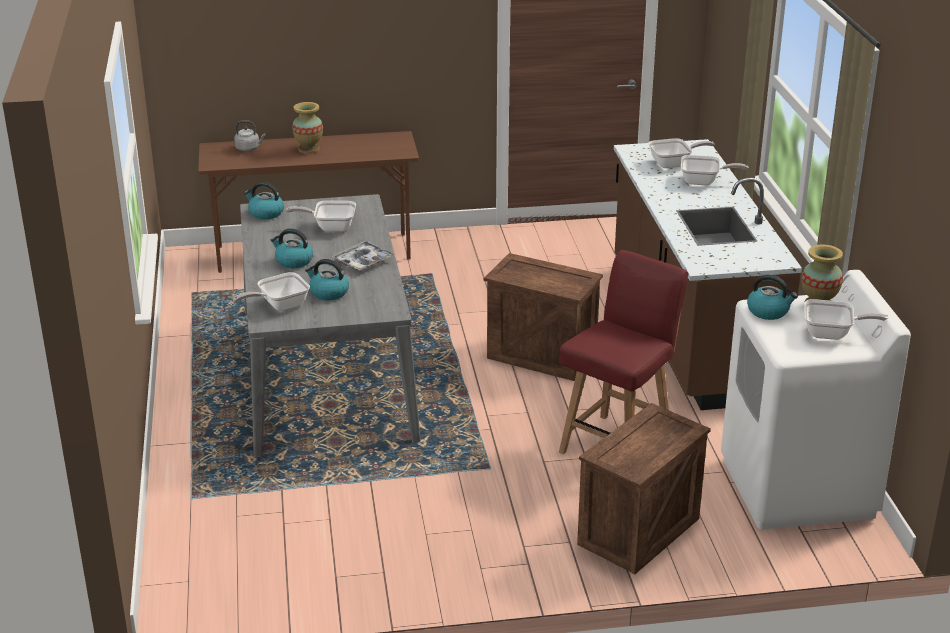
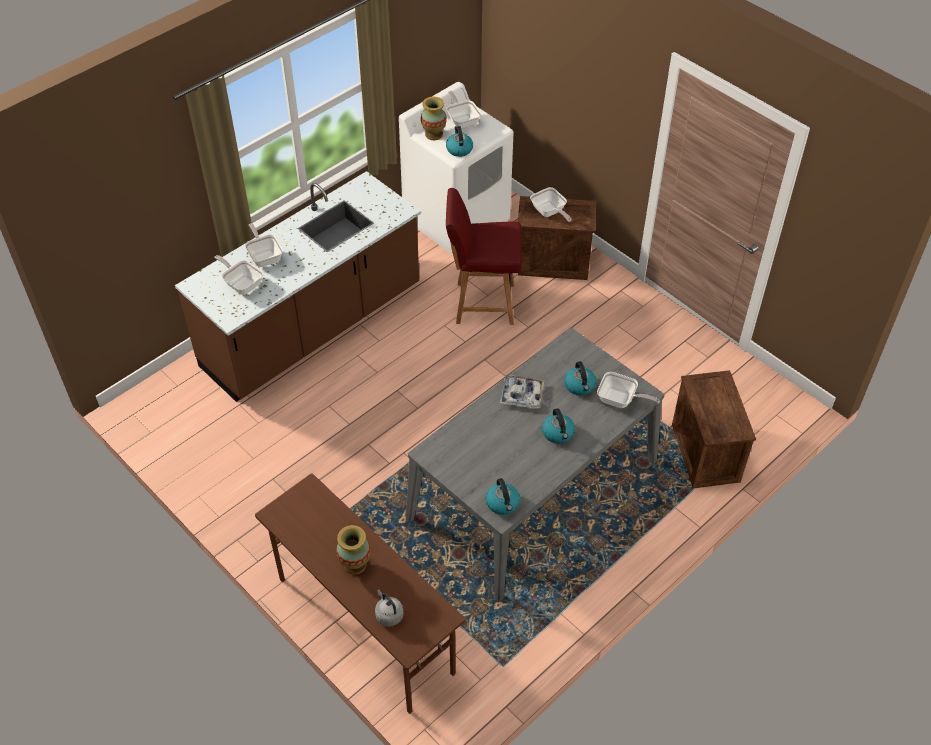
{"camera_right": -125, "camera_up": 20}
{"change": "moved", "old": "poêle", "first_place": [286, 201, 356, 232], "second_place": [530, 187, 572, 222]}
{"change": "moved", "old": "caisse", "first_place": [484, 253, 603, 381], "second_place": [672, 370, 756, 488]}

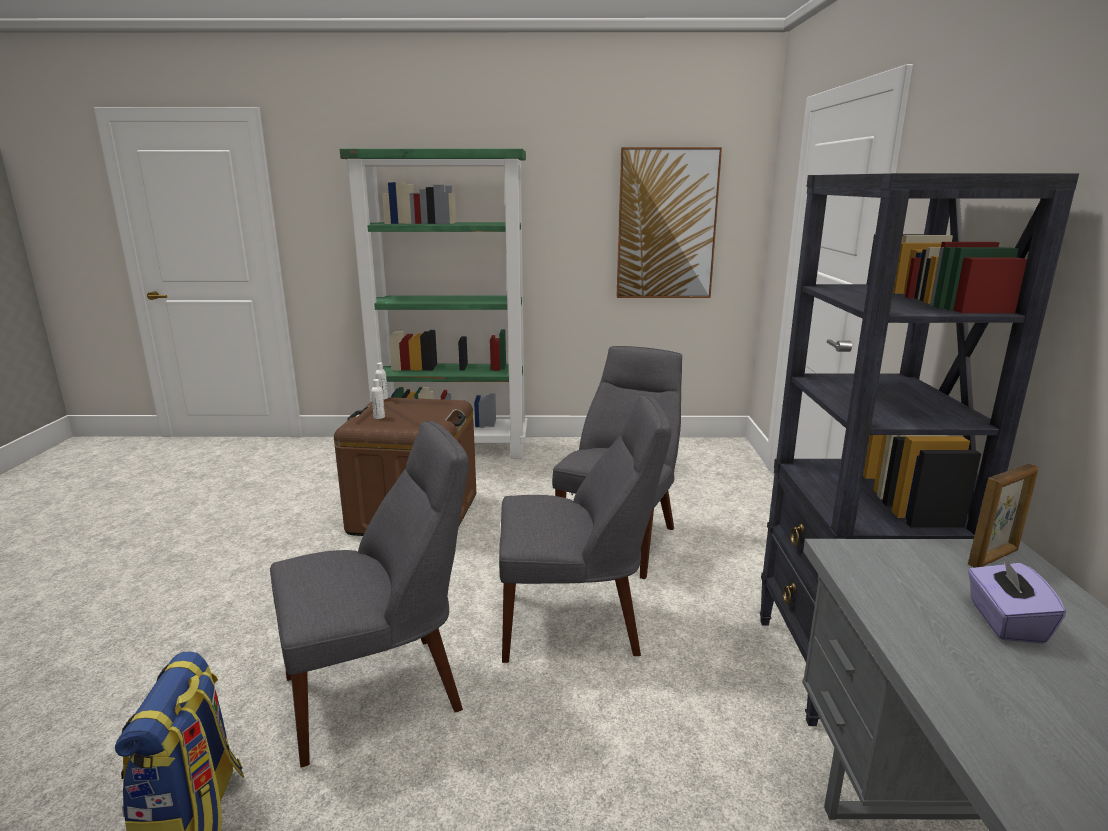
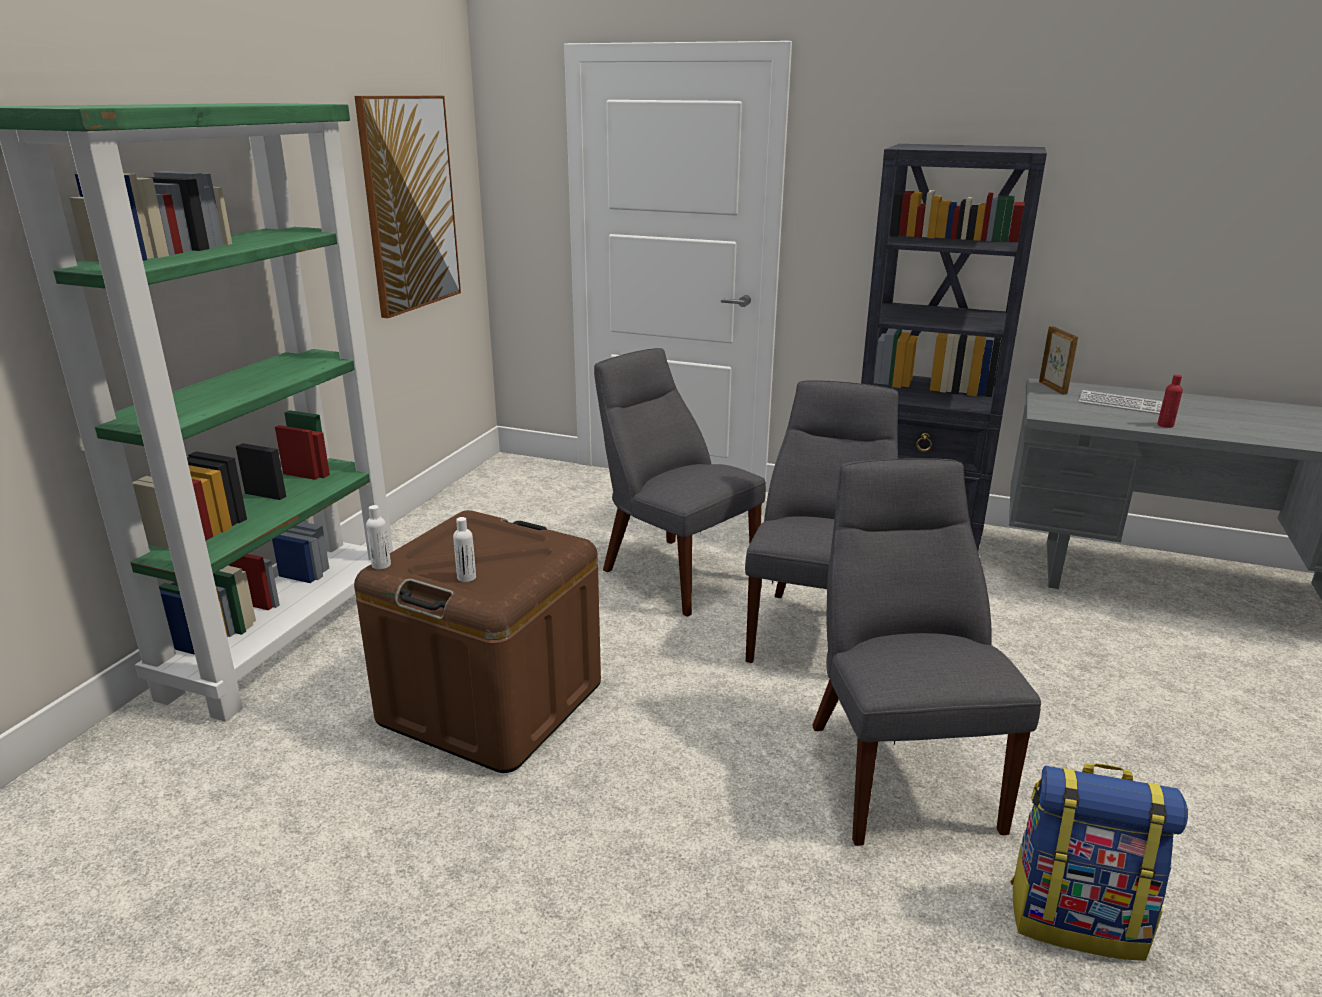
{"camera_right": -70, "camera_up": 5}
{"change": "replaced", "old": "boîte à mouchoirs/violet", "new": "clavier", "first_place": [968, 555, 1066, 644], "second_place": [1079, 390, 1163, 414]}
{"change": "added", "new": "bouteille/rouge", "second_place": [1157, 374, 1183, 428]}

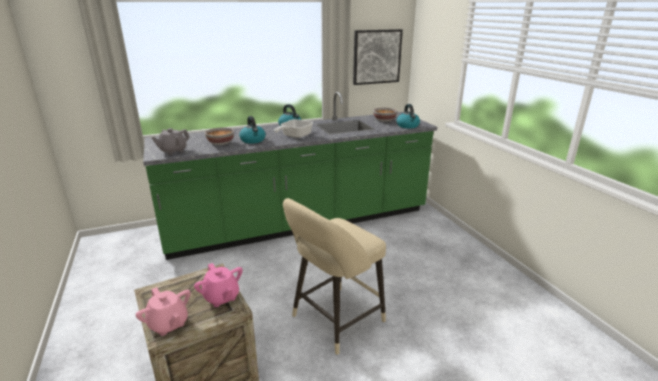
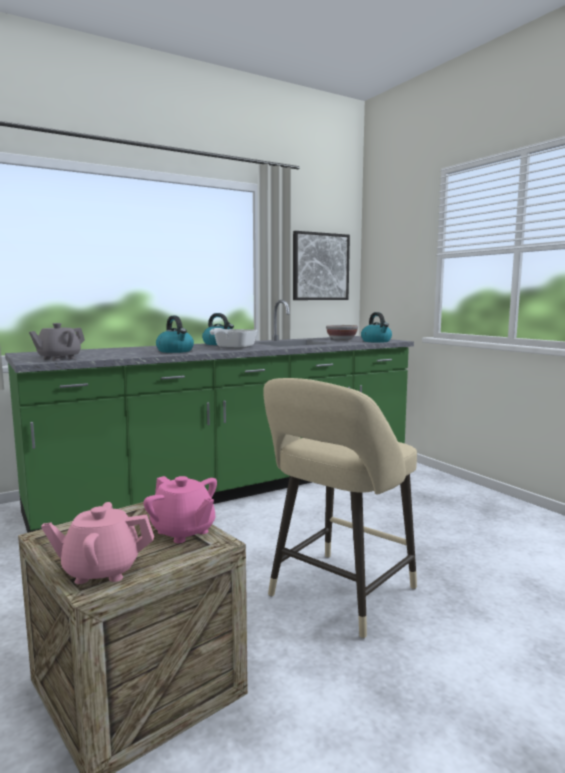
{"camera_right": -10, "camera_up": -15}
{"change": "turned", "old": "théière/rose", "first_place": [136, 287, 191, 336], "second_place": [41, 502, 154, 584], "degrees": 135}
{"change": "removed", "old": "bol", "first_place": [205, 128, 234, 145]}

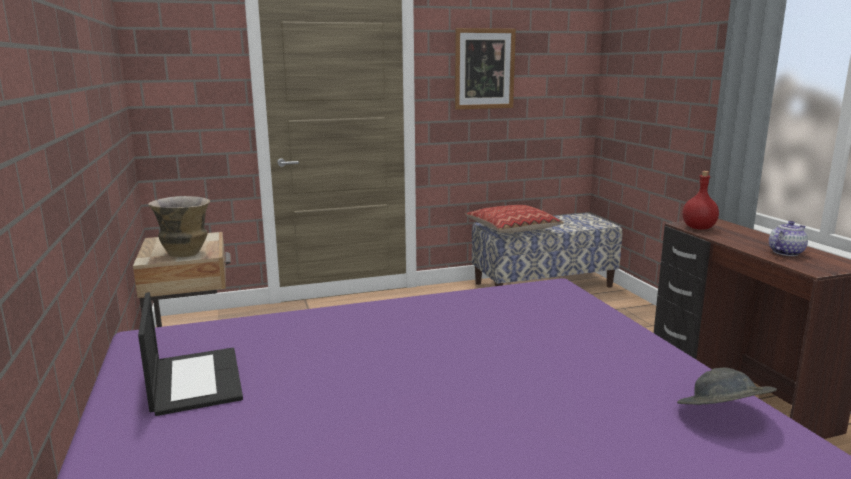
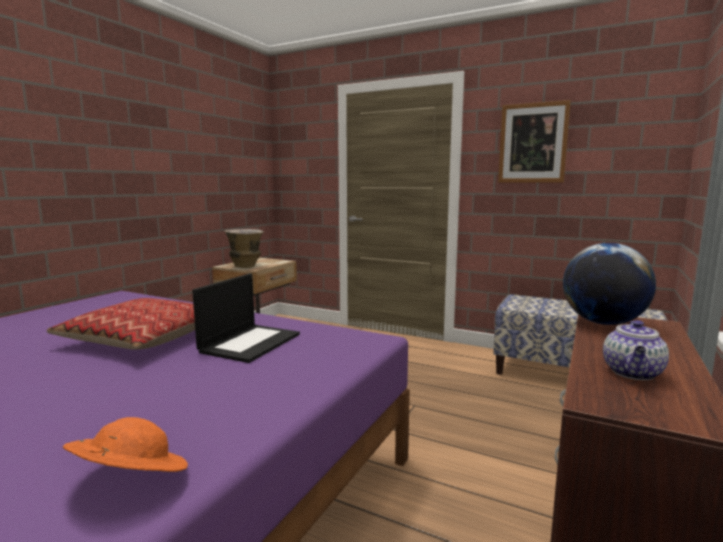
{"camera_right": 45, "camera_up": -5}
{"change": "moved", "old": "ordinateur portable", "first_place": [138, 292, 243, 416], "second_place": [192, 273, 300, 363]}
{"change": "moved", "old": "coussin", "first_place": [465, 205, 564, 233], "second_place": [47, 298, 195, 350]}
{"change": "recoloured", "old": "chapeau/gris", "new": "chapeau/orange", "first_place": [677, 368, 777, 405], "second_place": [63, 417, 188, 472]}
{"change": "replaced", "old": "bouteille/rouge", "new": "globe", "first_place": [683, 171, 719, 230], "second_place": [563, 243, 656, 325]}
{"change": "turned", "old": "théière", "first_place": [769, 221, 808, 256], "second_place": [603, 320, 669, 380], "degrees": 105}

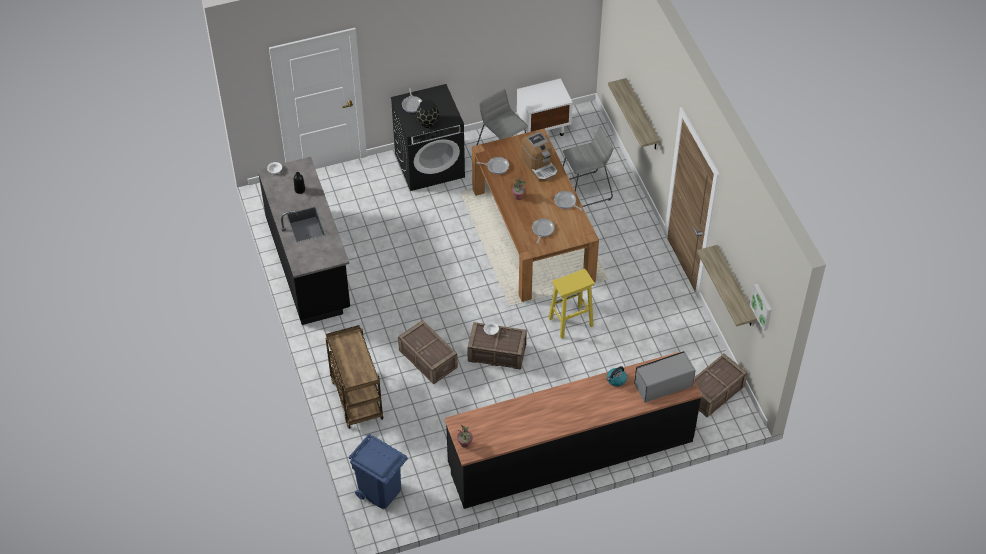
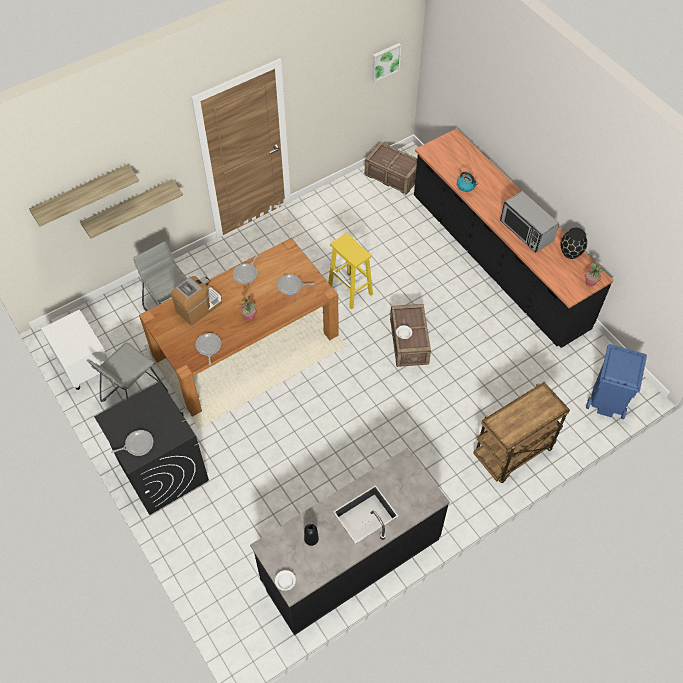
{"camera_right": -105, "camera_up": 5}
{"change": "removed", "old": "caisse", "first_place": [398, 320, 458, 385]}
{"change": "moved", "old": "vase/noir", "first_place": [416, 100, 439, 128], "second_place": [560, 227, 587, 259]}
{"change": "moved", "old": "micro-ondes", "first_place": [634, 351, 696, 403], "second_place": [500, 191, 559, 253]}
{"change": "moved", "old": "étagère", "first_place": [697, 245, 757, 327], "second_place": [29, 164, 139, 226]}

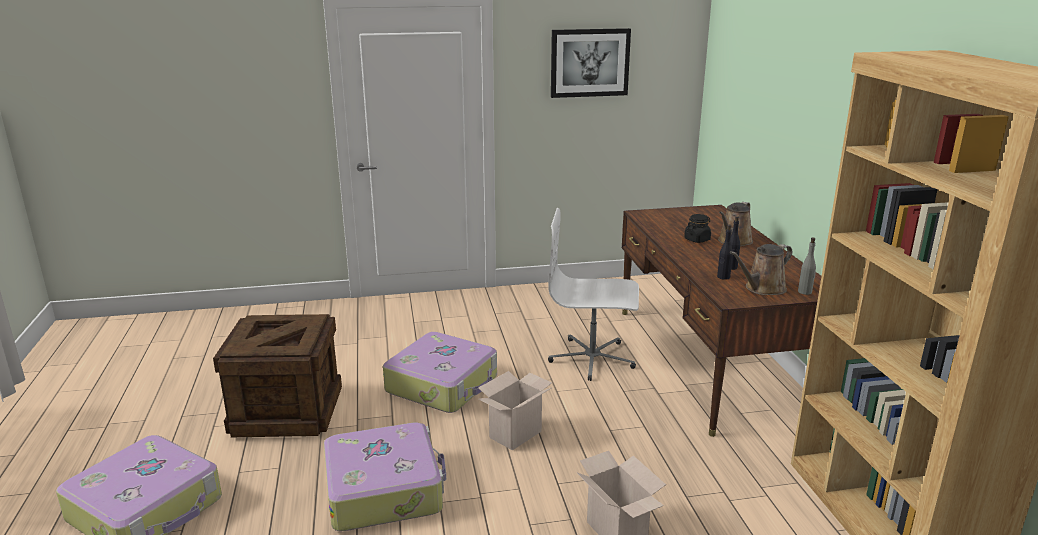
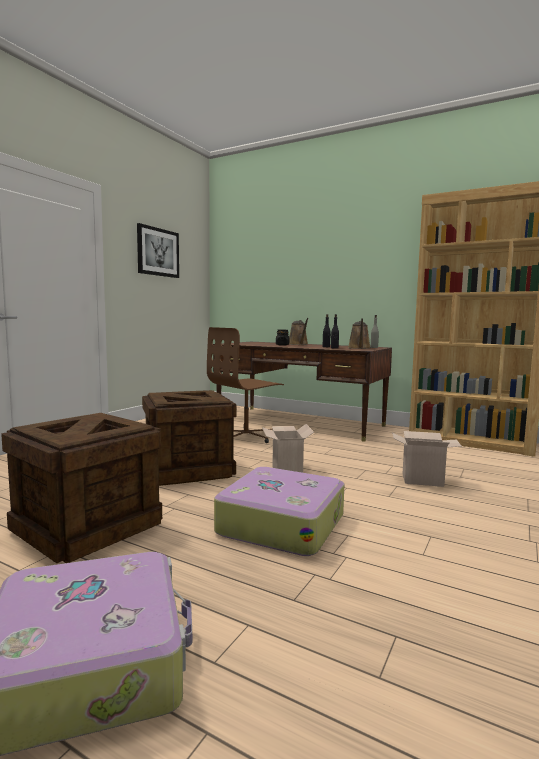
{"camera_right": -50, "camera_up": -15}
{"change": "replaced", "old": "valise", "new": "caisse", "first_place": [383, 332, 497, 413], "second_place": [142, 390, 237, 486]}
{"change": "recoloured", "old": "chaise de bureau/blanc", "new": "chaise de bureau/marron", "first_place": [548, 208, 639, 381], "second_place": [207, 327, 284, 443]}

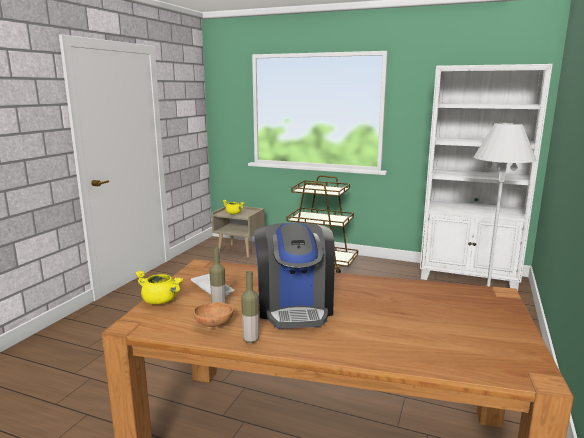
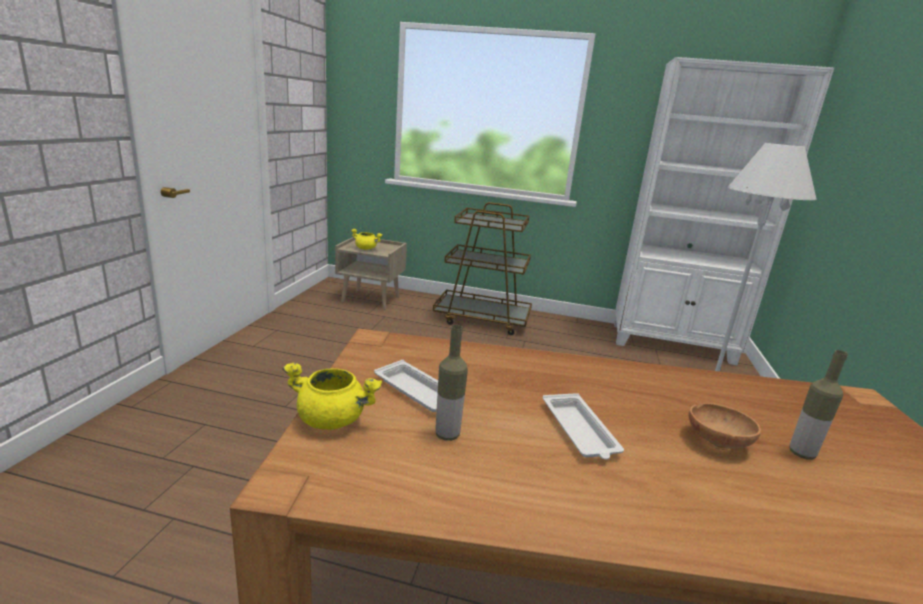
{"camera_right": -10, "camera_up": 5}
{"change": "moved", "old": "bol/marron", "first_place": [193, 302, 233, 329], "second_place": [688, 403, 761, 450]}
{"change": "moved", "old": "bouteille", "first_place": [241, 271, 259, 343], "second_place": [790, 350, 848, 460]}
{"change": "replaced", "old": "machine à café", "new": "plateau/blanc", "first_place": [254, 222, 335, 328], "second_place": [543, 393, 624, 460]}

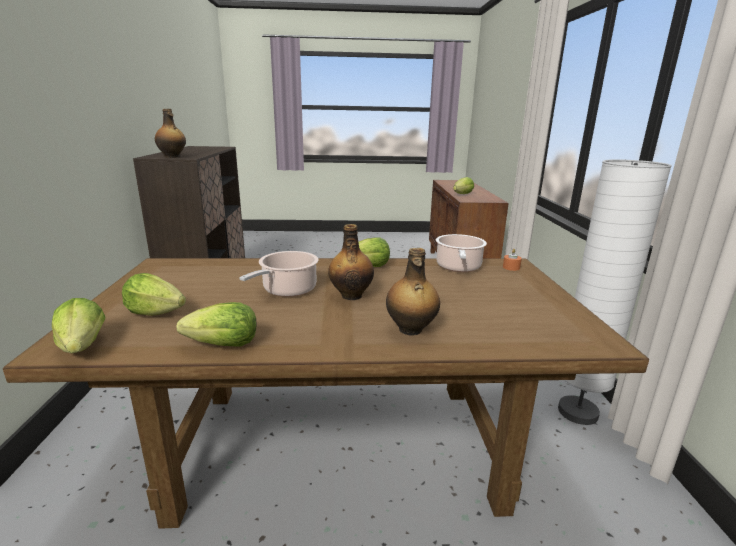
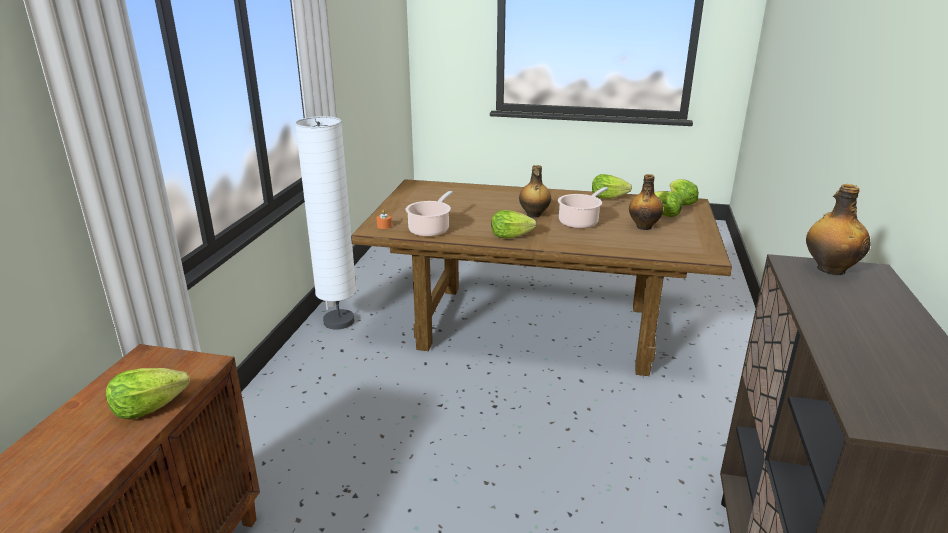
{"camera_right": -165, "camera_up": 5}
{"change": "moved", "old": "bouteille", "first_place": [386, 248, 440, 336], "second_place": [629, 174, 663, 230]}

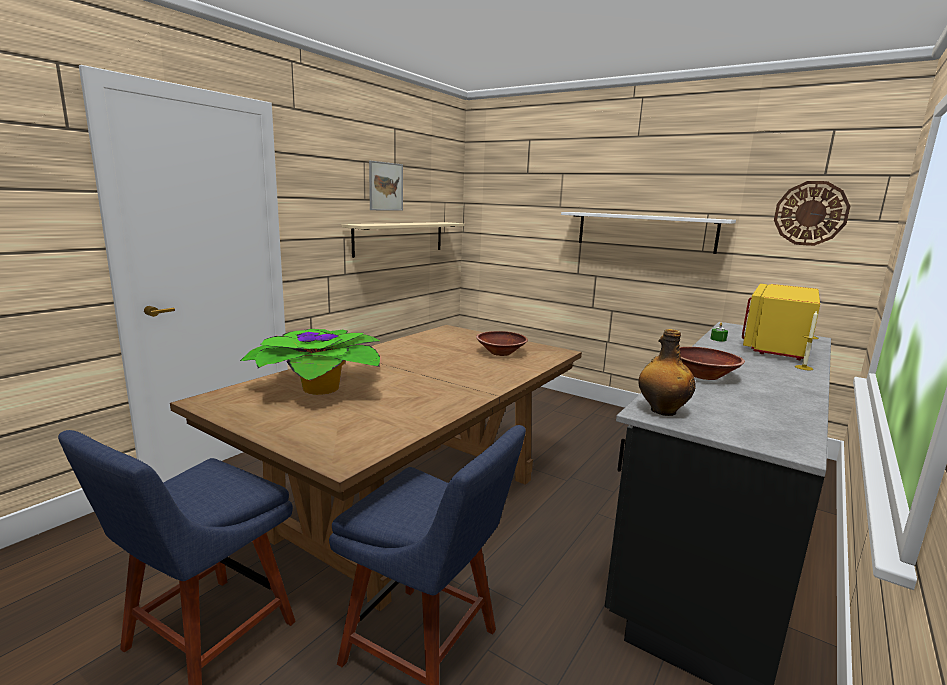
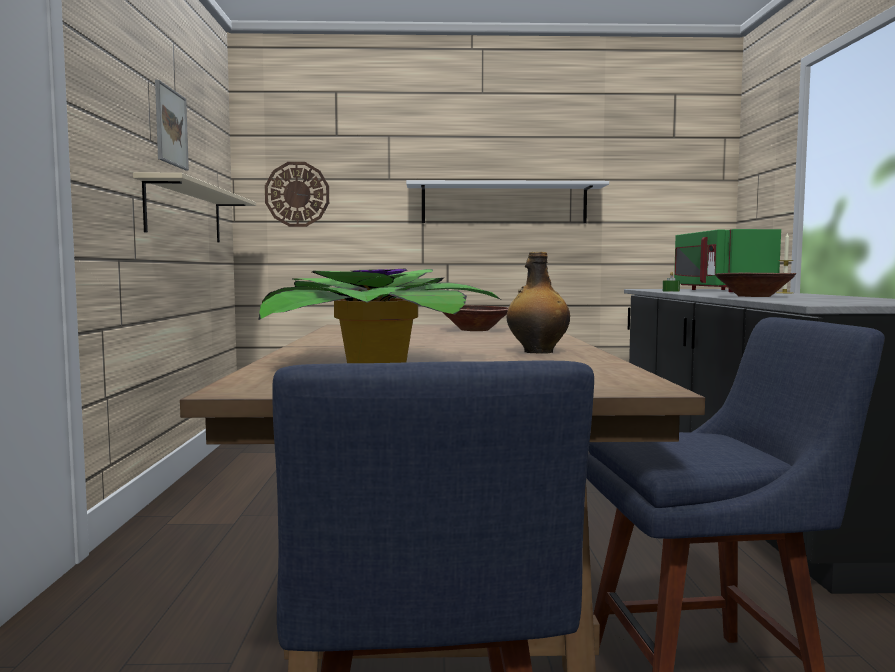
{"camera_right": -35, "camera_up": -10}
{"change": "moved", "old": "bouteille", "first_place": [638, 329, 696, 416], "second_place": [507, 252, 570, 354]}
{"change": "recoloured", "old": "micro-ondes/jaune", "new": "micro-ondes/vert", "first_place": [742, 284, 820, 360], "second_place": [674, 229, 781, 292]}
{"change": "moved", "old": "horloge murale", "first_place": [774, 181, 850, 246], "second_place": [265, 162, 329, 227]}

